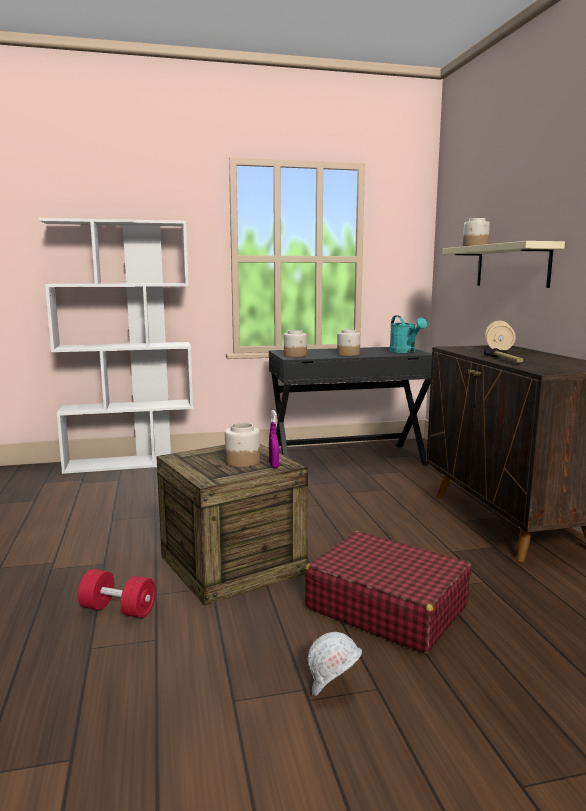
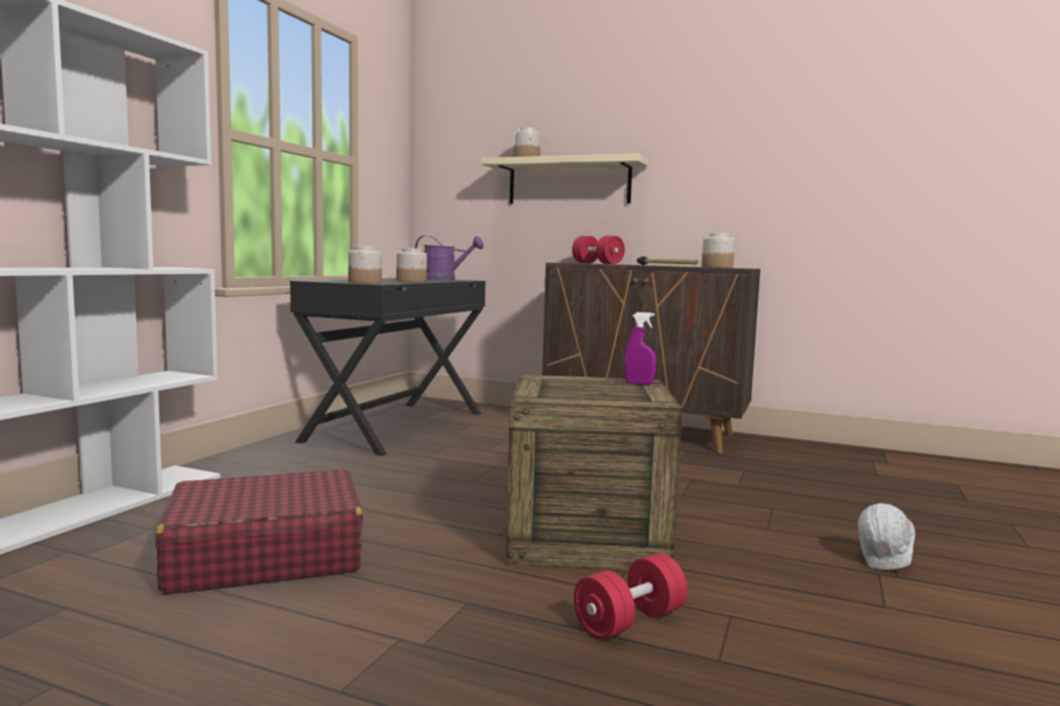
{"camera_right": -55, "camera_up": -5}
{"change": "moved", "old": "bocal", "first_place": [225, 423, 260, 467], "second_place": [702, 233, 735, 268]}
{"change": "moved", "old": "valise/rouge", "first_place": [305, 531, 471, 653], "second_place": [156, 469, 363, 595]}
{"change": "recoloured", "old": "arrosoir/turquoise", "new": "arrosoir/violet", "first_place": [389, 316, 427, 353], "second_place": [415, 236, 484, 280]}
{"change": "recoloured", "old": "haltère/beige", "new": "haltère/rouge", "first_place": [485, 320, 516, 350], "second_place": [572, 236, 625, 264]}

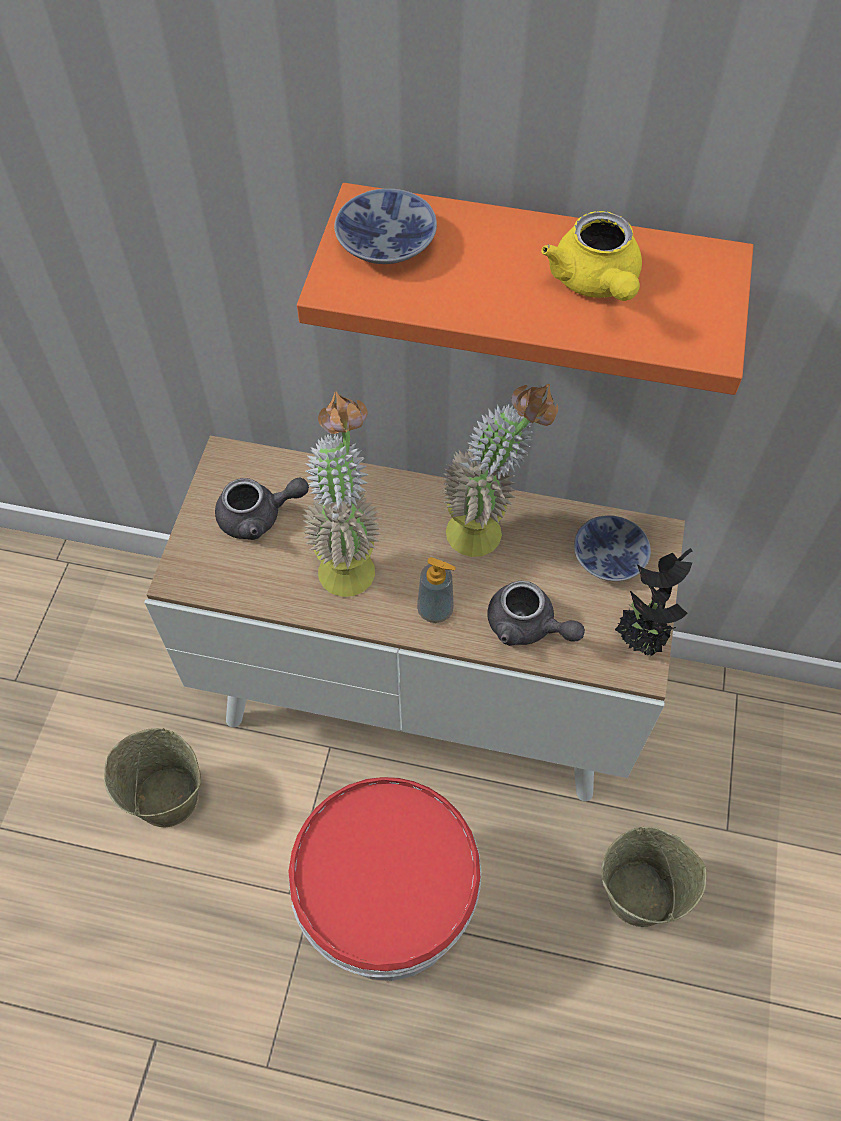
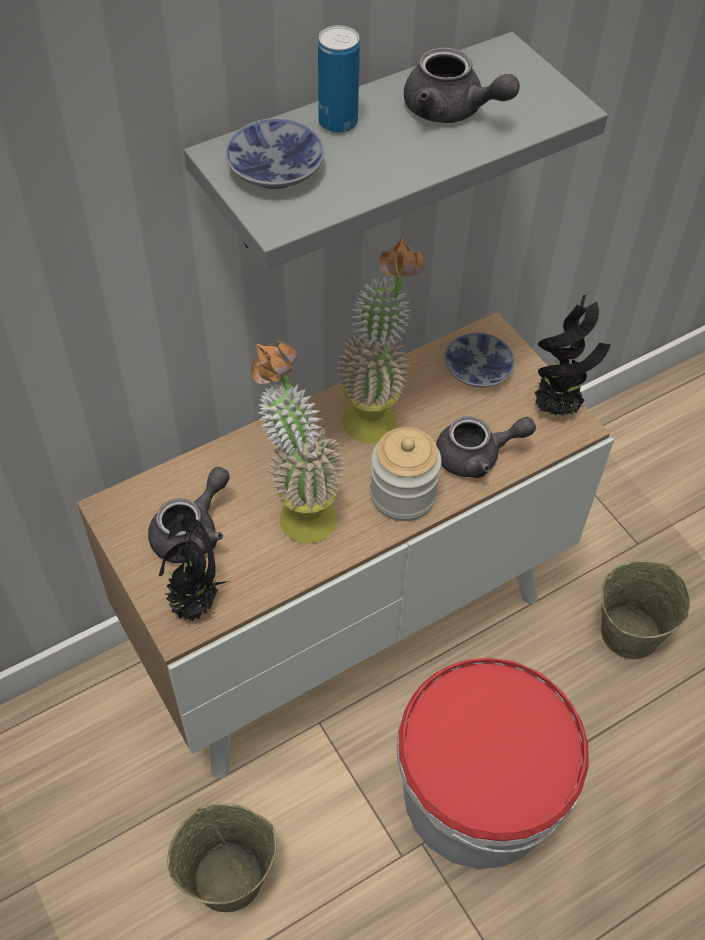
{"camera_right": -45, "camera_up": -5}
{"change": "recoloured", "old": "étagère/orange", "new": "étagère/gris", "first_place": [297, 183, 753, 395], "second_place": [184, 32, 608, 270]}
{"change": "replaced", "old": "distributeur de savon", "new": "bocal", "first_place": [417, 557, 456, 623], "second_place": [370, 427, 442, 521]}
{"change": "recoloured", "old": "théière/jaune", "new": "théière/gris", "first_place": [541, 211, 642, 301], "second_place": [404, 47, 520, 123]}
{"change": "added", "new": "plante en pot", "second_place": [159, 512, 230, 621]}
{"change": "added", "new": "boîte métallique", "second_place": [318, 25, 360, 133]}

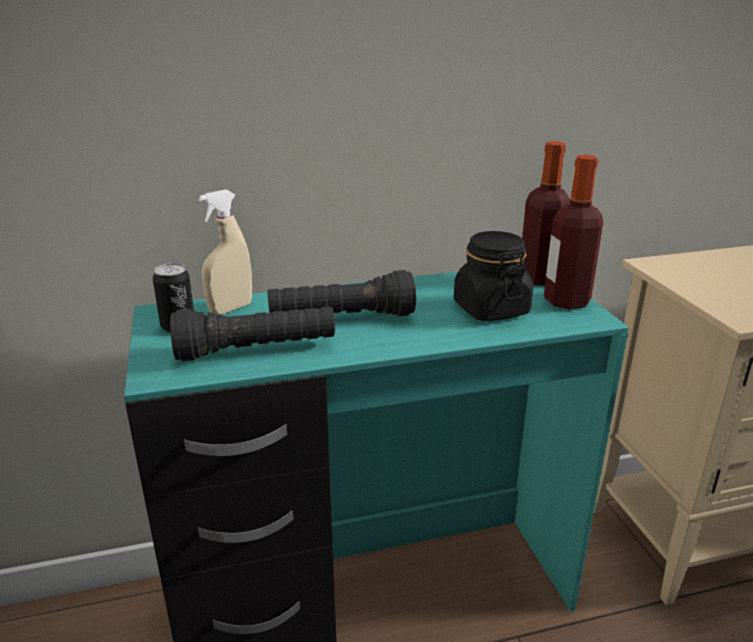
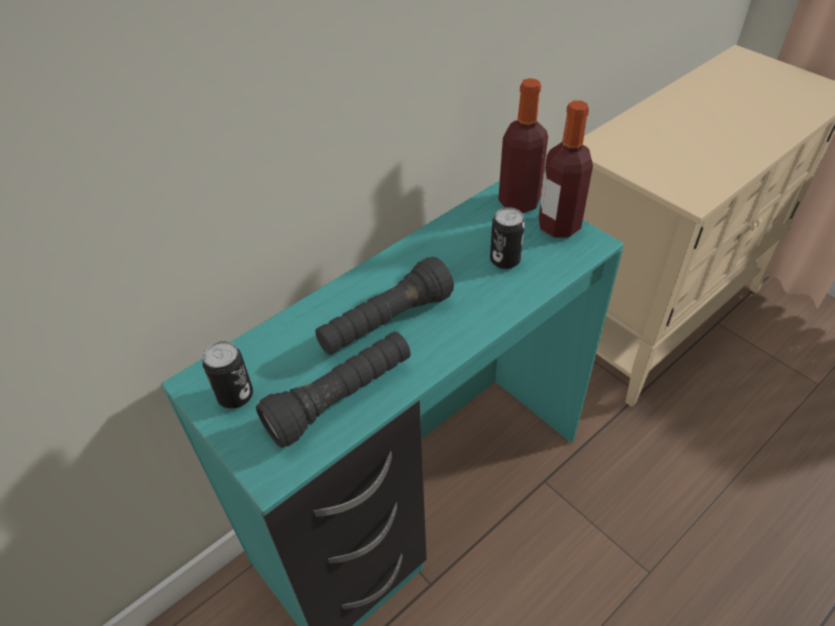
{"camera_right": -25, "camera_up": 20}
{"change": "removed", "old": "vaporisateur/beige", "first_place": [198, 189, 252, 315]}
{"change": "replaced", "old": "bocal/noir", "new": "boîte métallique", "first_place": [454, 231, 533, 321], "second_place": [490, 207, 525, 269]}

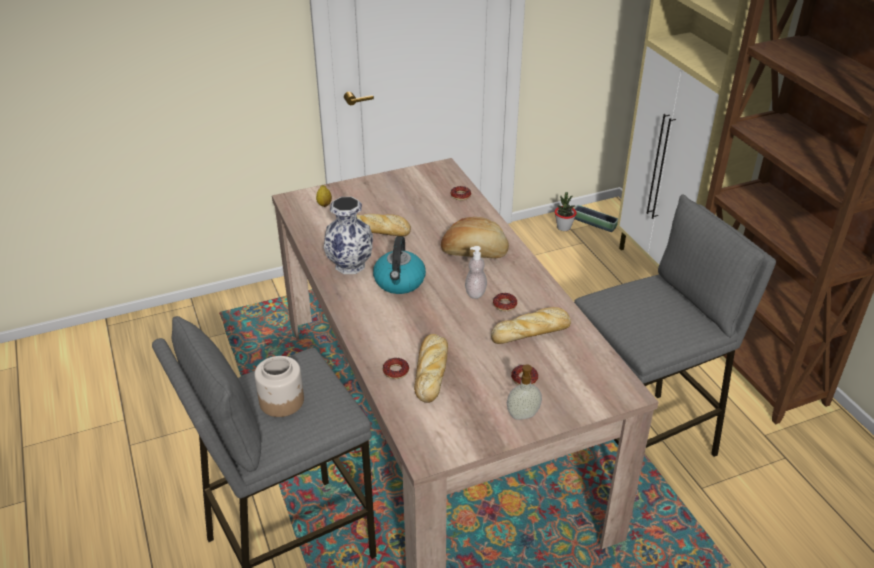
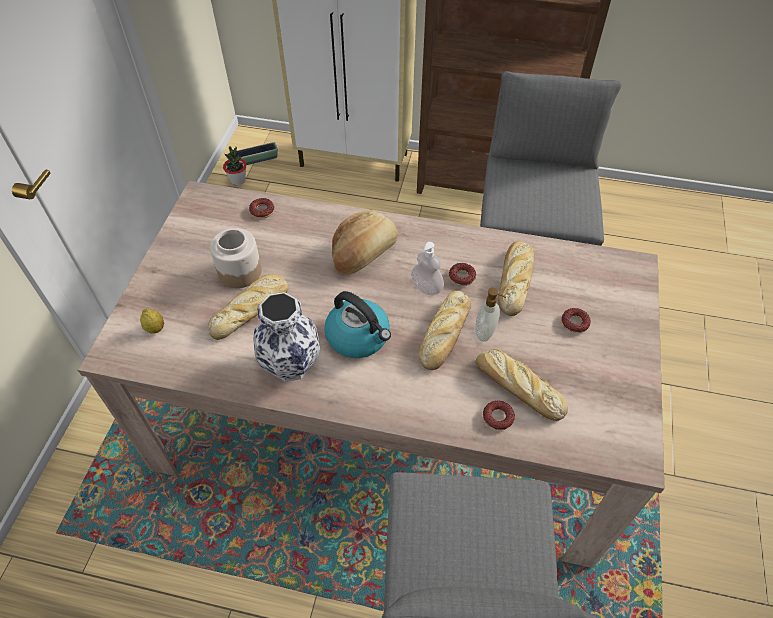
{"camera_right": -55, "camera_up": 15}
{"change": "moved", "old": "bocal", "first_place": [254, 356, 304, 417], "second_place": [210, 228, 262, 288]}
{"change": "moved", "old": "distributeur de savon", "first_place": [507, 364, 542, 420], "second_place": [475, 287, 506, 342]}
{"change": "added", "new": "pain", "second_place": [419, 291, 471, 370]}

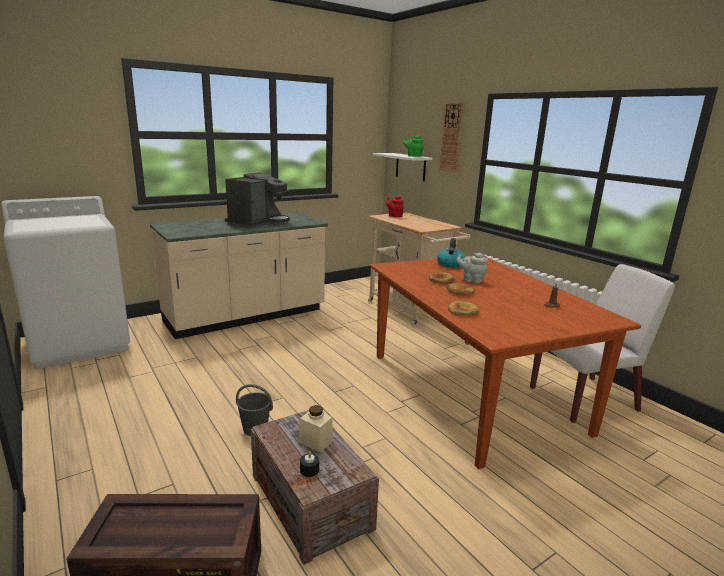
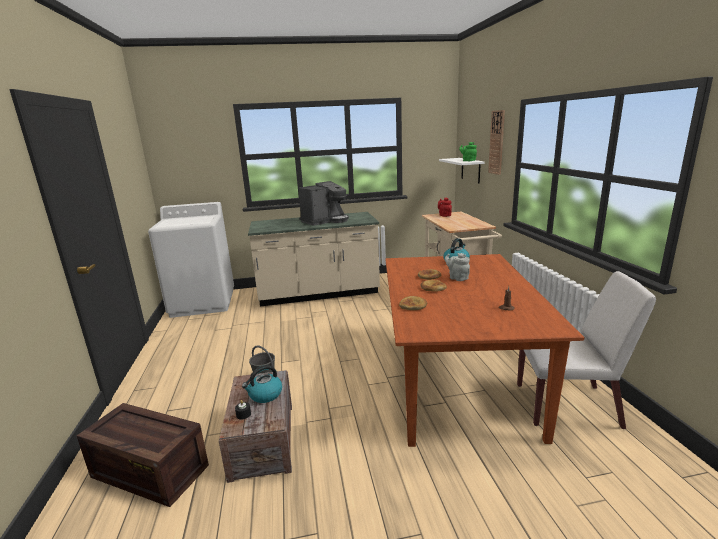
{"camera_right": 25, "camera_up": 0}
{"change": "replaced", "old": "bocal/beige", "new": "bouilloire", "first_place": [299, 405, 333, 452], "second_place": [242, 365, 282, 403]}

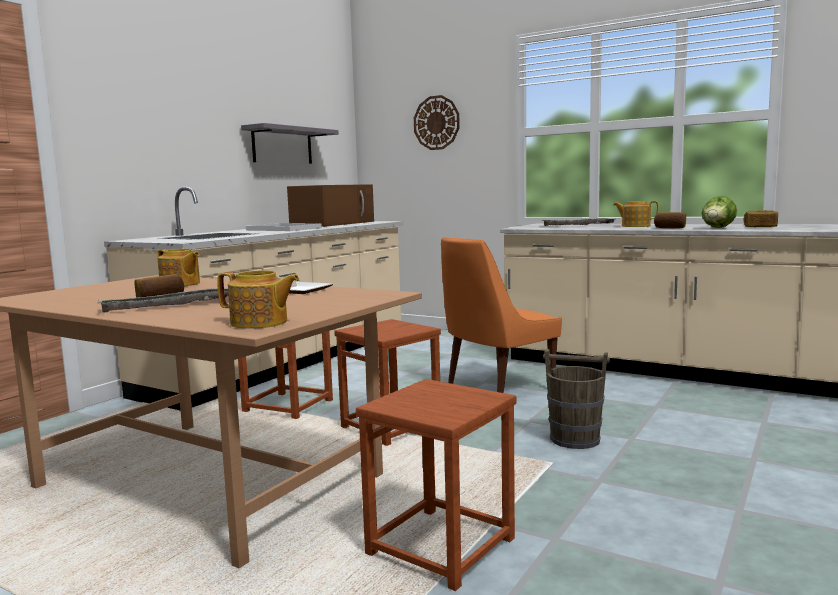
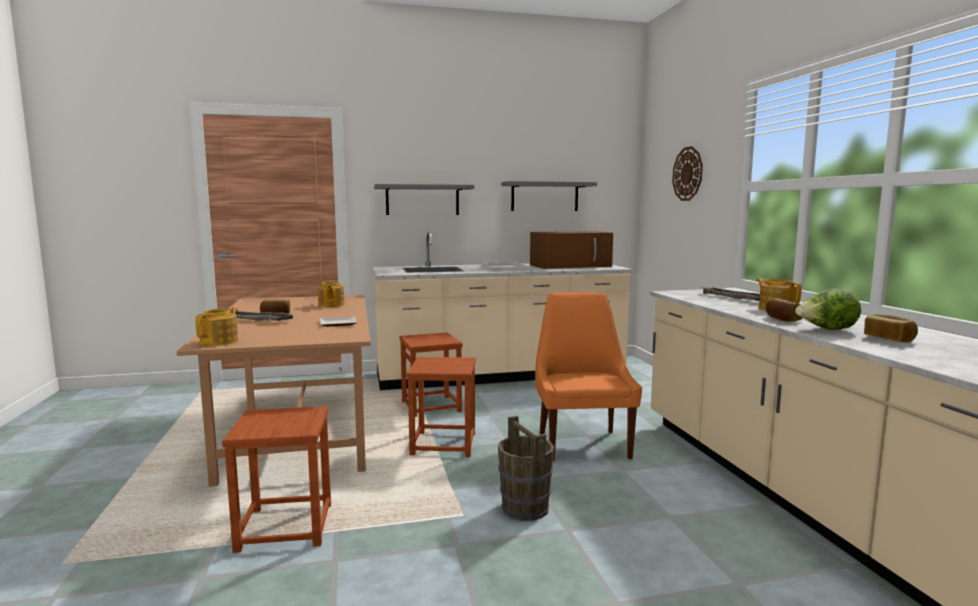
{"camera_right": 45, "camera_up": 0}
{"change": "turned", "old": "théière", "first_place": [217, 271, 299, 329], "second_place": [195, 307, 238, 346], "degrees": -135}
{"change": "turned", "old": "chaise/orange", "first_place": [441, 237, 562, 393], "second_place": [535, 292, 642, 462], "degrees": 75}
{"change": "added", "new": "étagère/gris", "second_place": [374, 184, 474, 215]}

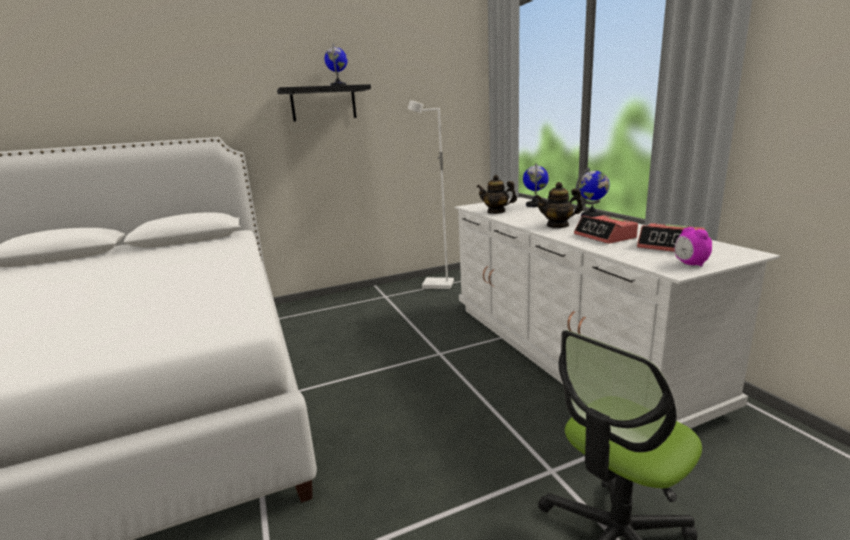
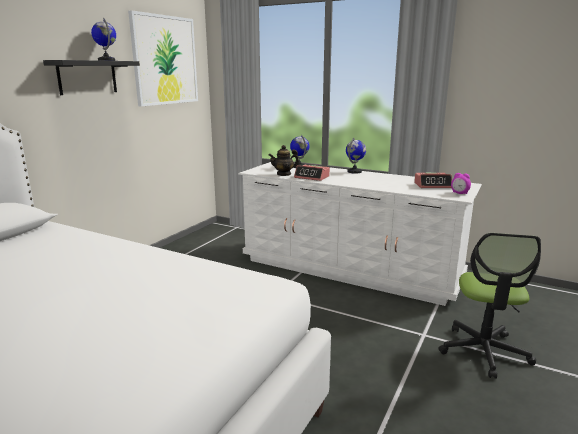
{"camera_right": -40, "camera_up": 0}
{"change": "removed", "old": "lampadaire/blanc", "first_place": [408, 100, 454, 289]}
{"change": "removed", "old": "théière", "first_place": [535, 182, 583, 228]}
{"change": "moved", "old": "réveil", "first_place": [574, 215, 638, 244], "second_place": [294, 165, 330, 181]}
{"change": "added", "new": "tableau", "second_place": [128, 10, 198, 106]}

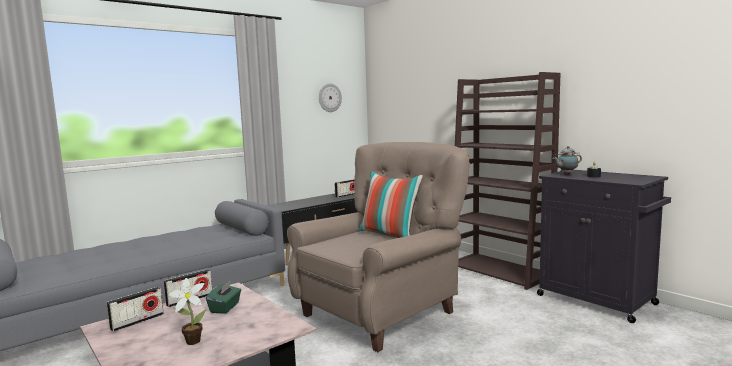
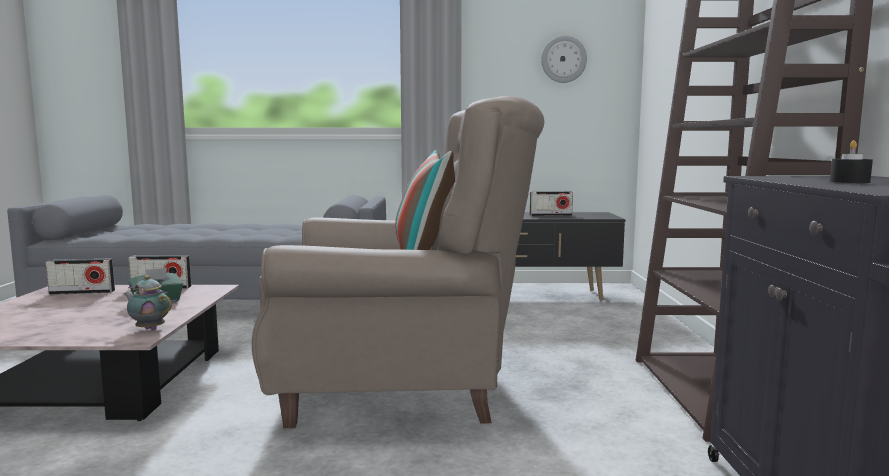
{"camera_right": 40, "camera_up": 0}
{"change": "removed", "old": "plante en pot", "first_place": [169, 278, 207, 345]}
{"change": "moved", "old": "théière", "first_place": [552, 146, 582, 175], "second_place": [123, 275, 172, 330]}

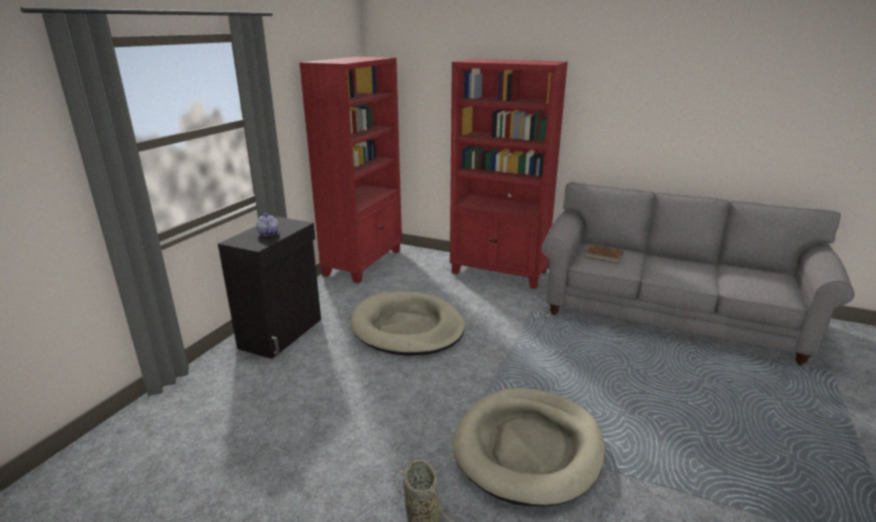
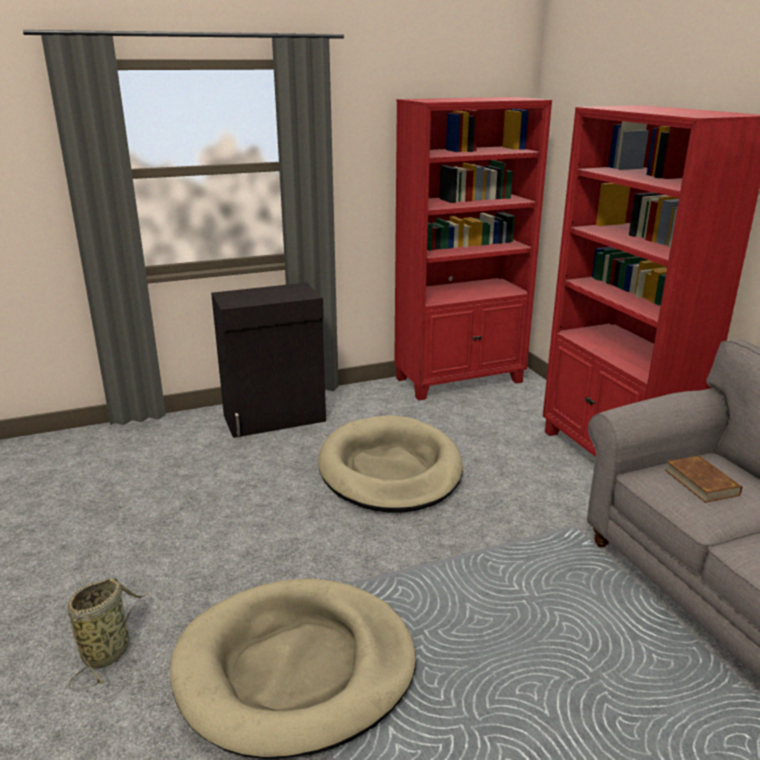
{"camera_right": 45, "camera_up": 0}
{"change": "removed", "old": "théière", "first_place": [256, 213, 279, 236]}

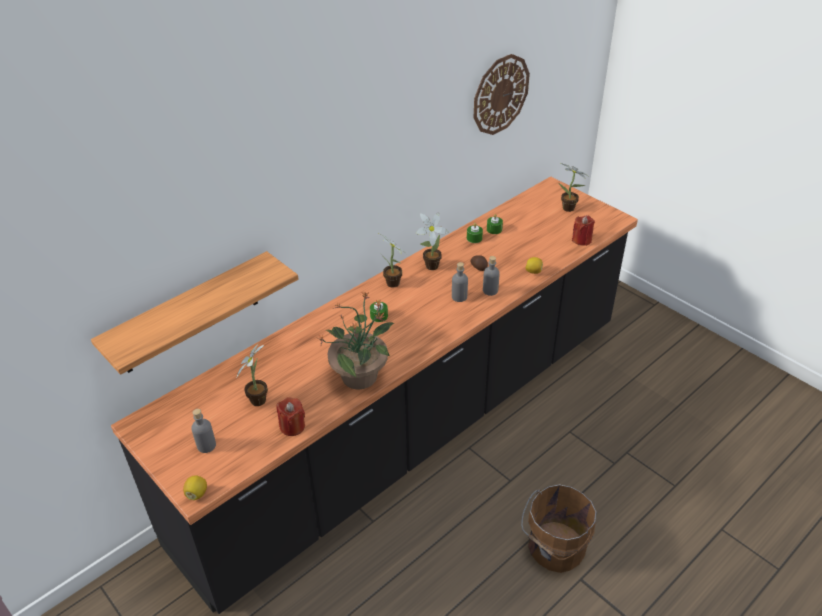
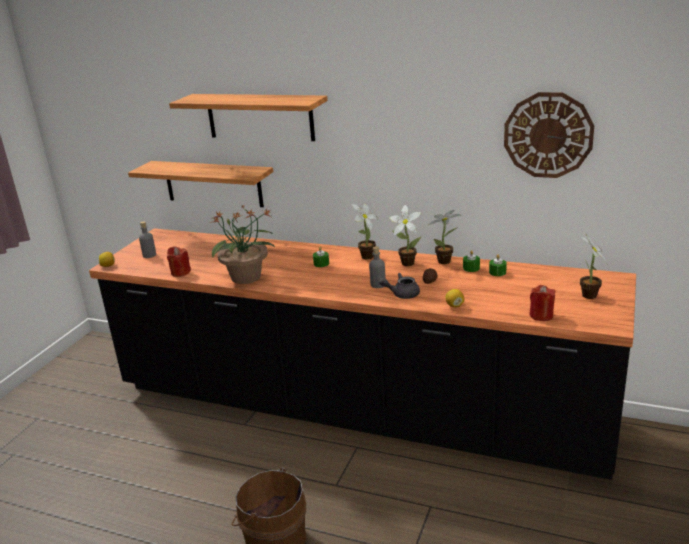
{"camera_right": 65, "camera_up": -15}
{"change": "moved", "old": "plante en pot", "first_place": [237, 343, 268, 406], "second_place": [429, 210, 461, 264]}
{"change": "replaced", "old": "bouteille/gris", "new": "théière/gris", "first_place": [483, 256, 500, 296], "second_place": [379, 273, 420, 299]}
{"change": "added", "new": "étagère", "second_place": [169, 94, 328, 141]}

